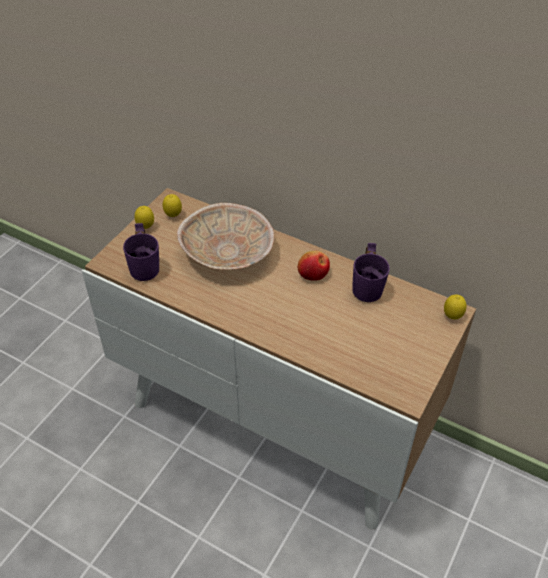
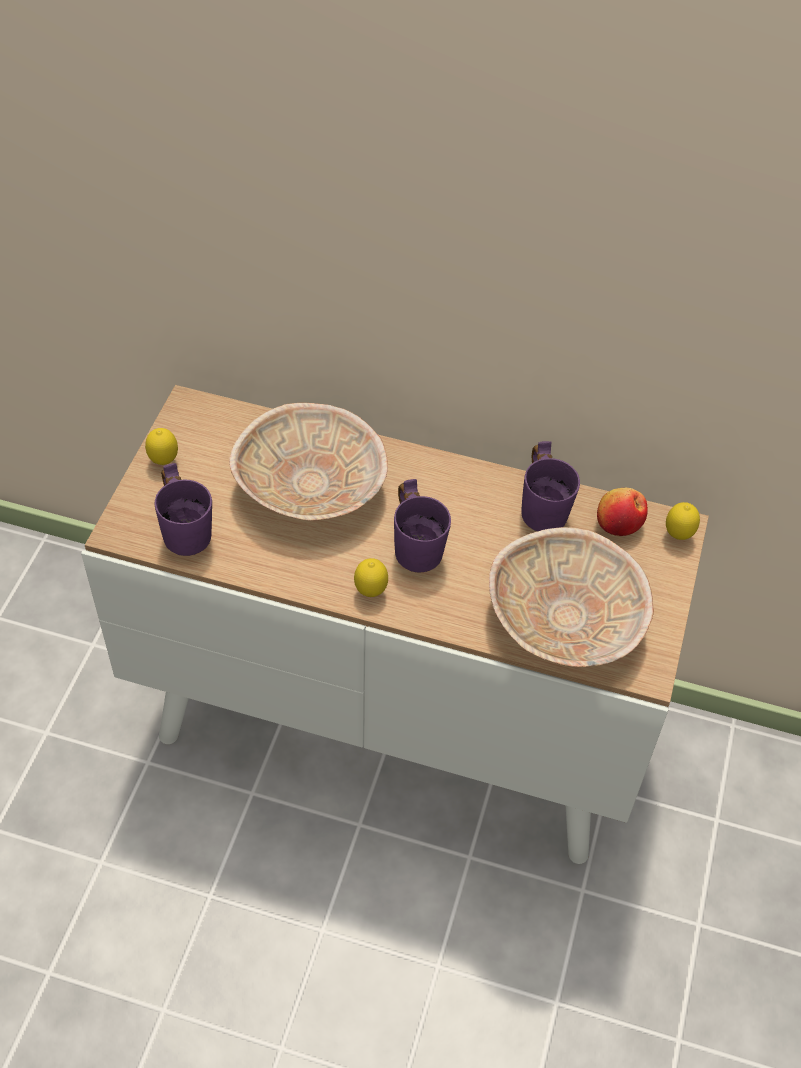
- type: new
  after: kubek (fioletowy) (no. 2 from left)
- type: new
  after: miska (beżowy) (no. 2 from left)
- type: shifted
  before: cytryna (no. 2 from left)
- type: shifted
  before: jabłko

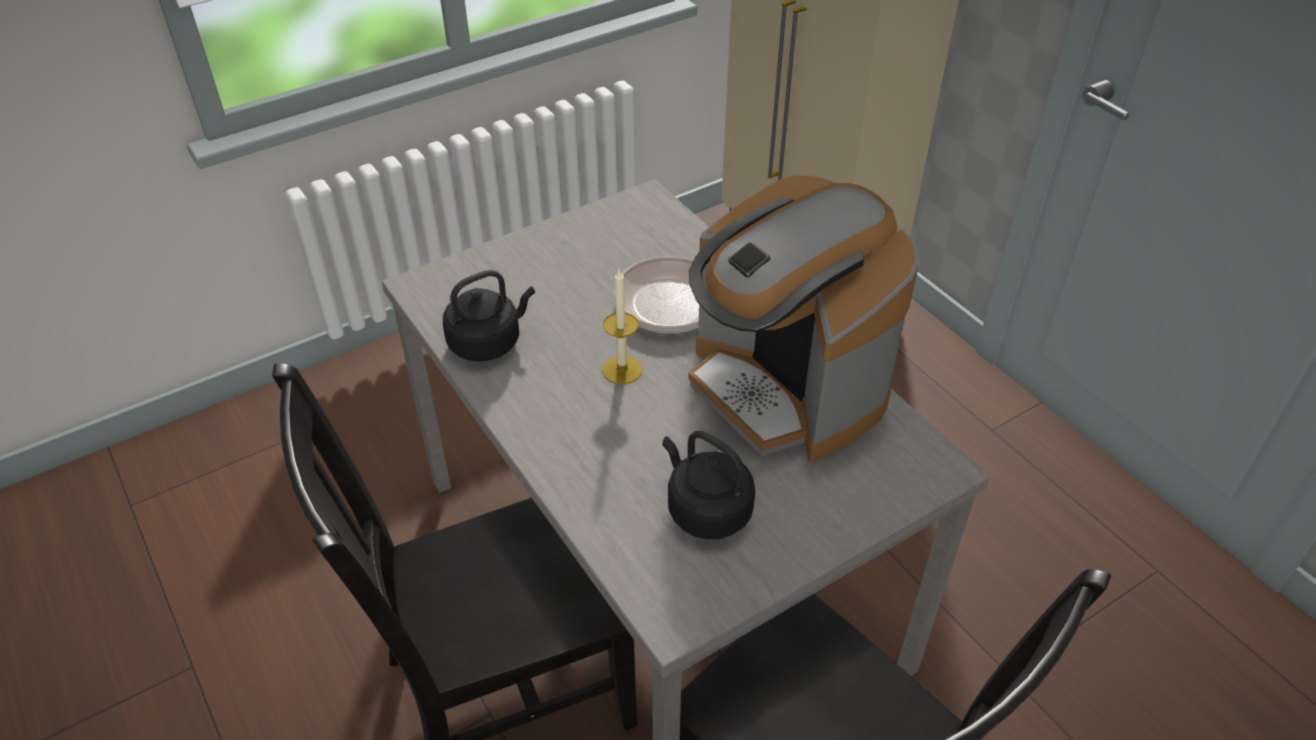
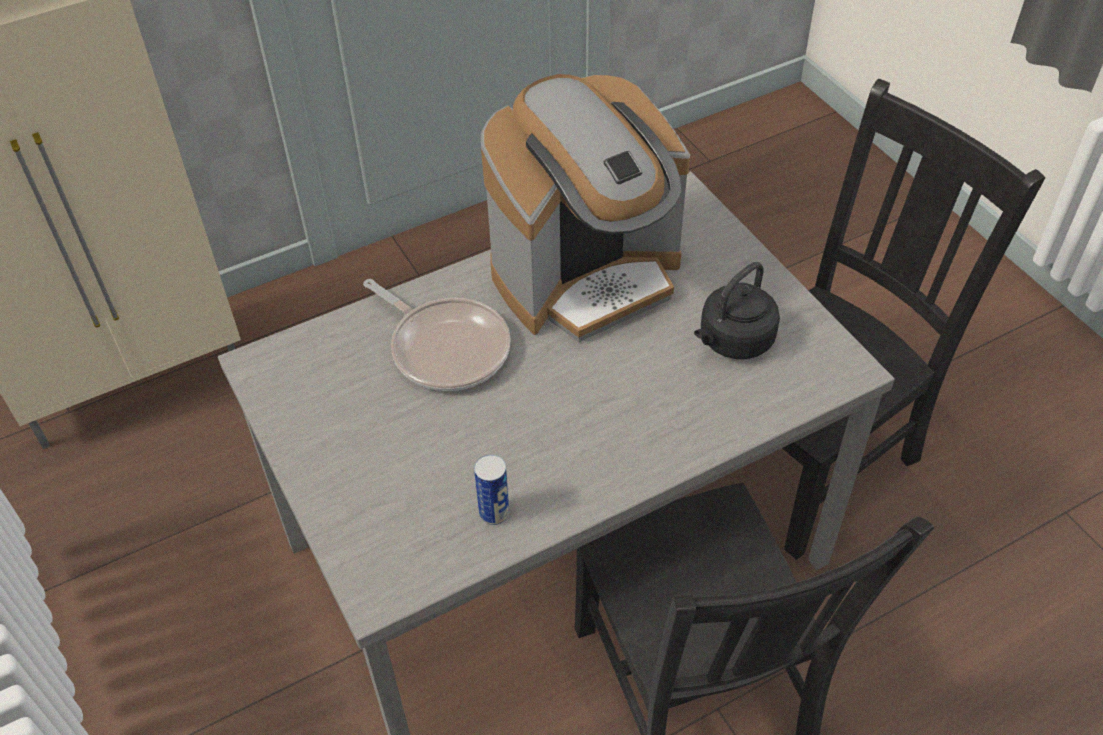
- type: gone
  before: świeca
- type: swapped
  before: czajnik (czarny) (no. 1 from left)
  after: puszka

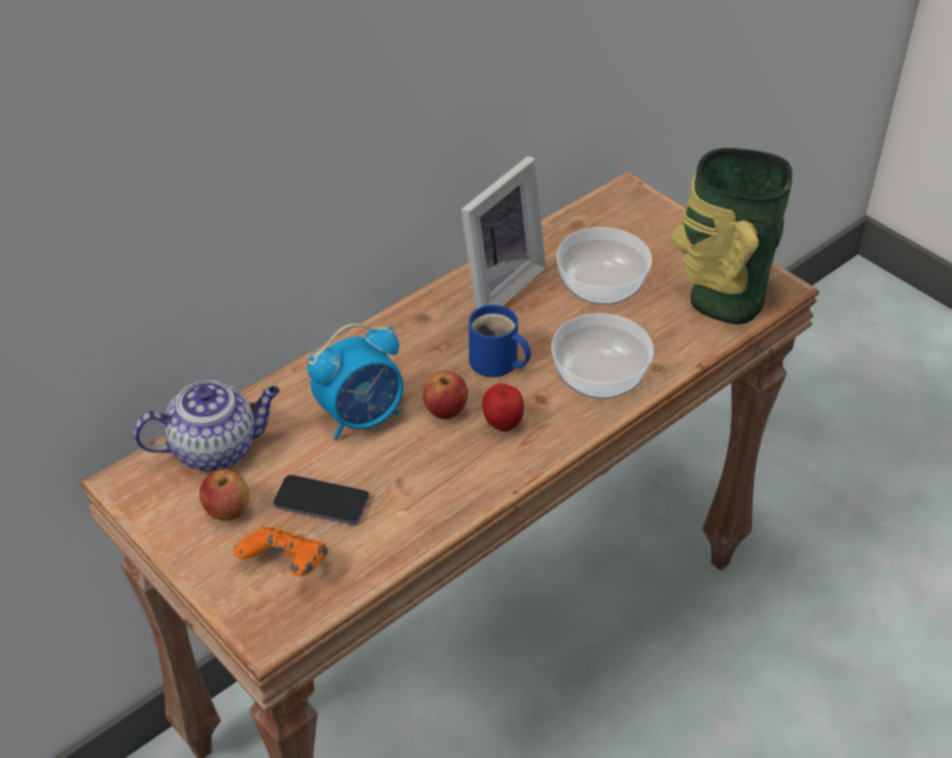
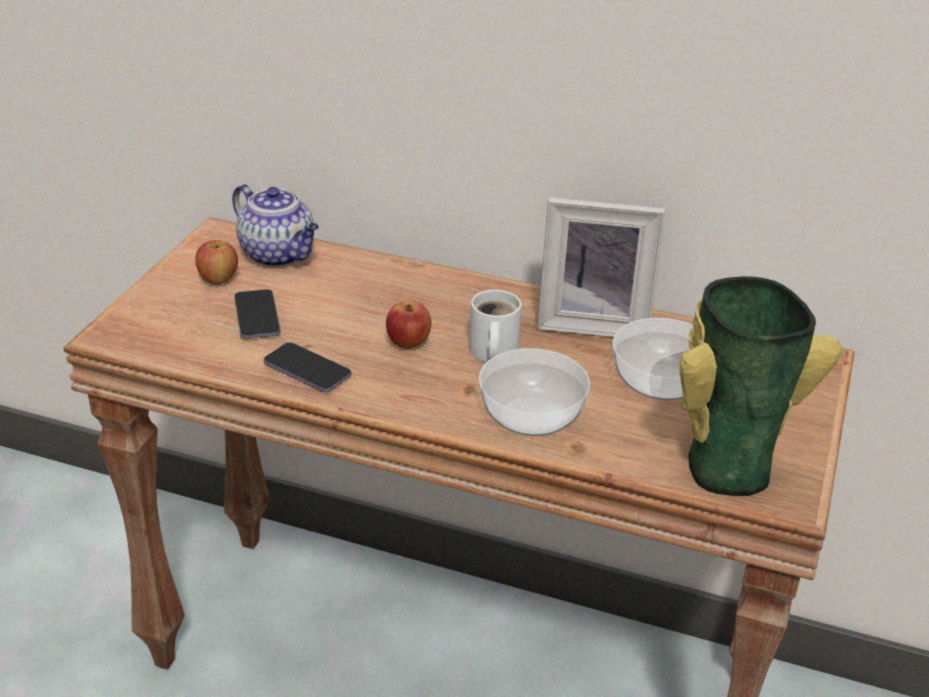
- type: gone
  before: pad do gier (pomarańczowy)
- type: gone
  before: budzik
- type: gone
  before: jabłko (no. 3 from left)
- type: new
  after: telefon (no. 2 from left)
- type: repainted
  before: kubek (niebieski)
  after: kubek (biały)

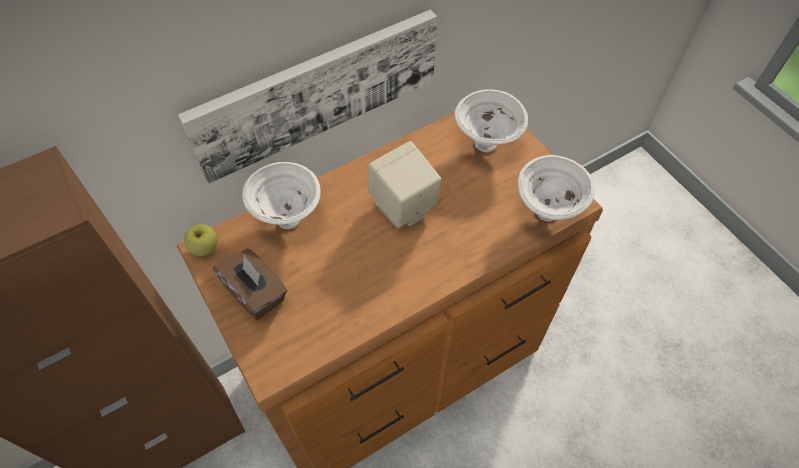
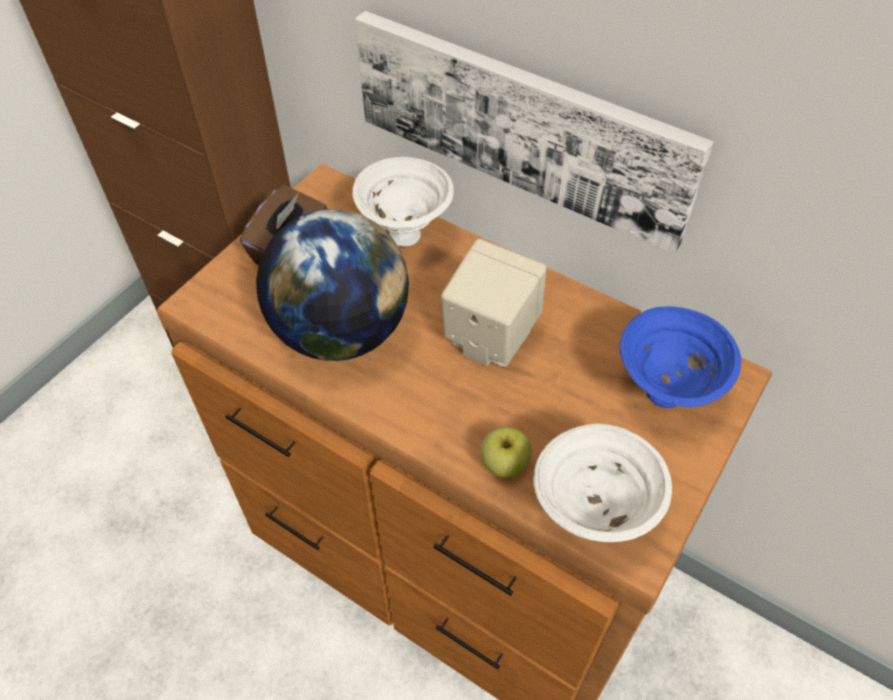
- type: new
  after: globus
- type: shifted
  before: jabłko
- type: repainted
  before: miska (biały) (no. 2 from left)
  after: miska (niebieski)

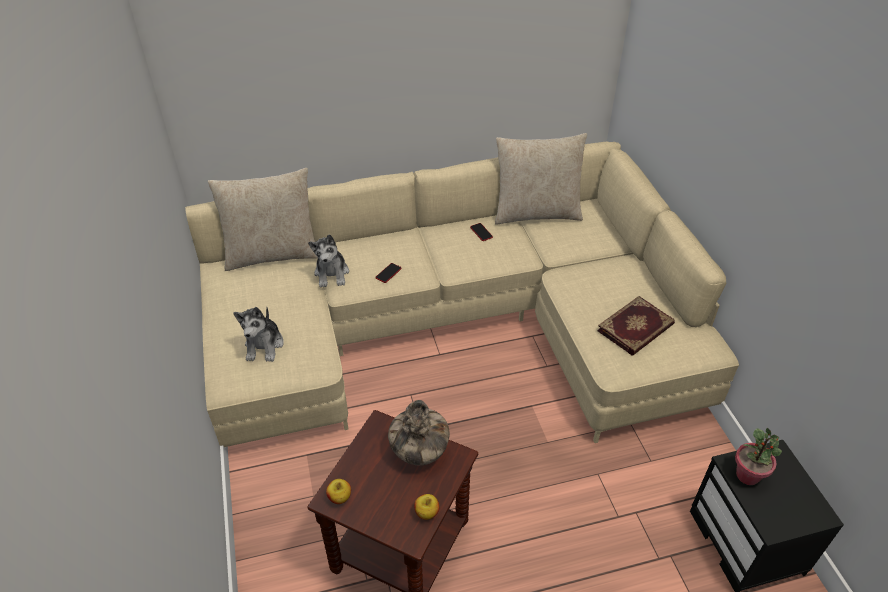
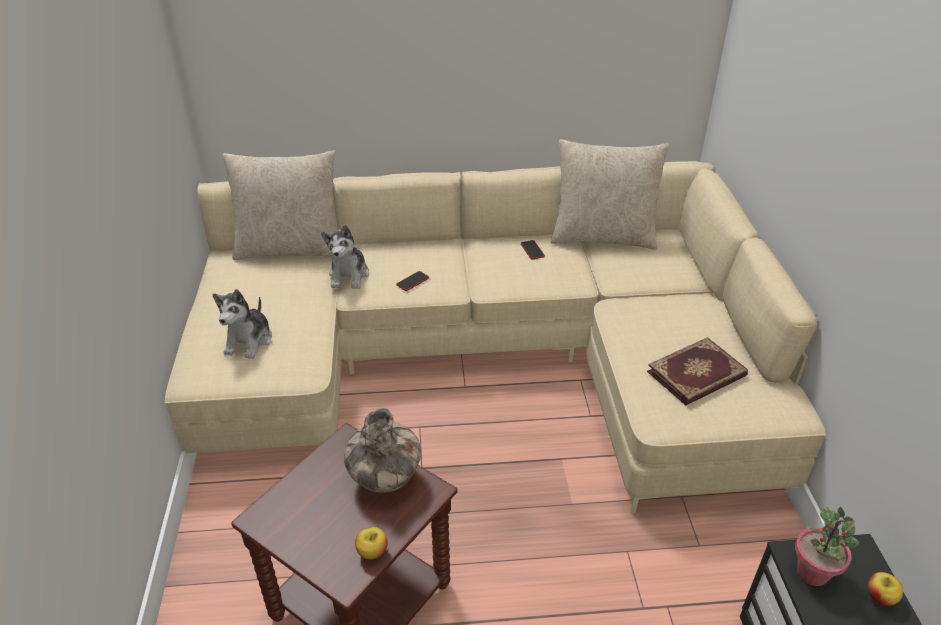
- type: shifted
  before: jabłko (no. 1 from left in the first image)
  after: jabłko (no. 2 from left)

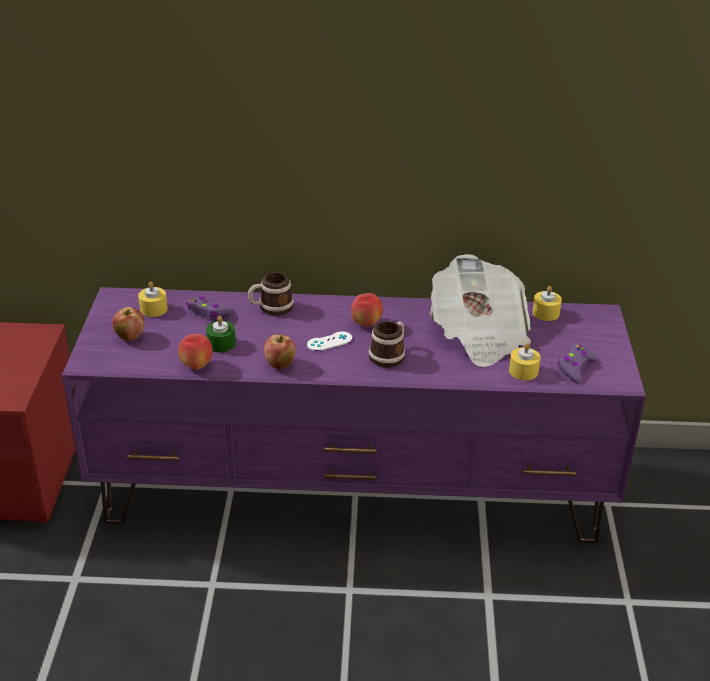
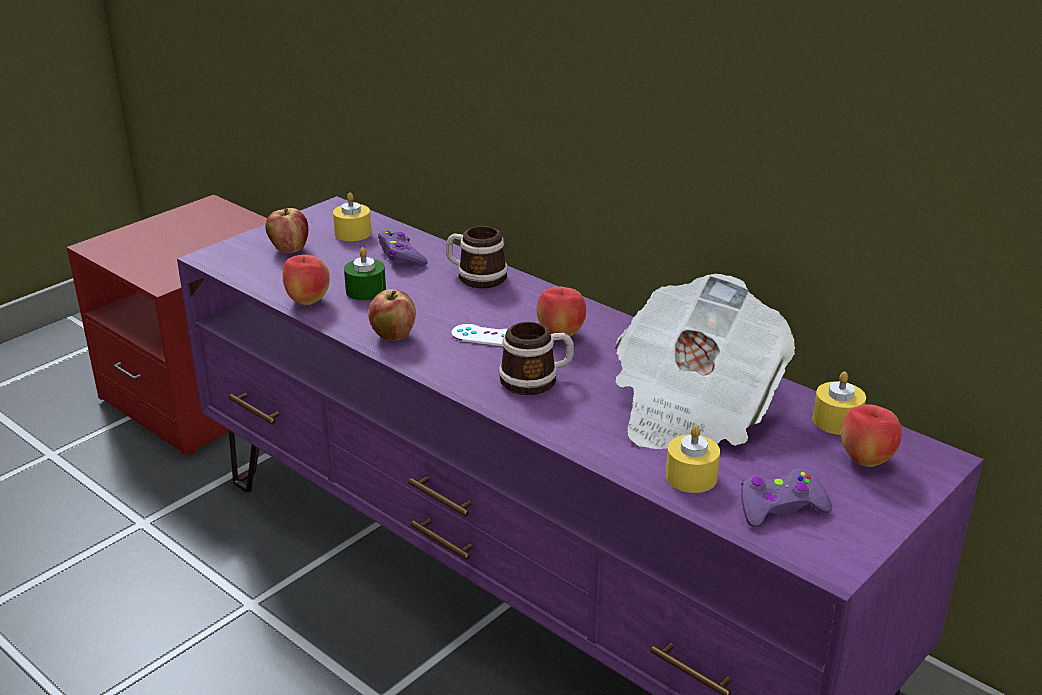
- type: new
  after: jabłko (no. 5 from left)

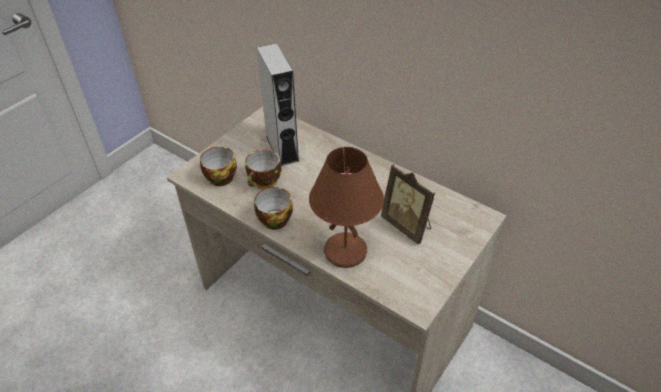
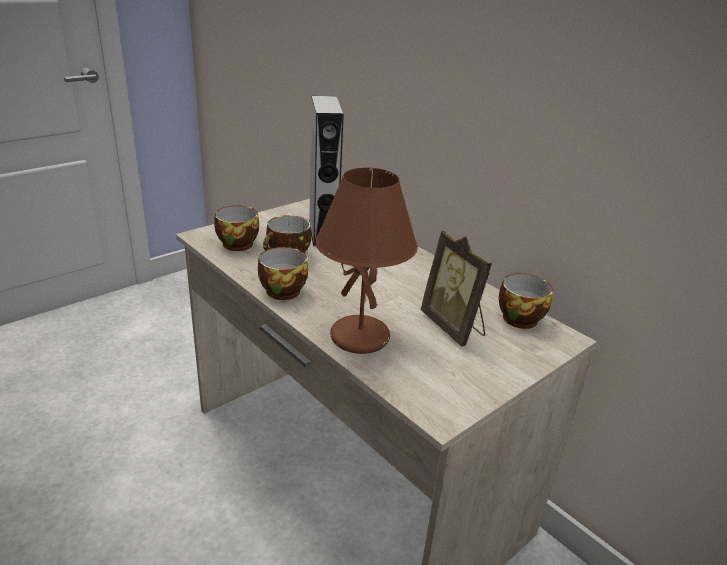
- type: new
  after: filiżanka (no. 4 from left)

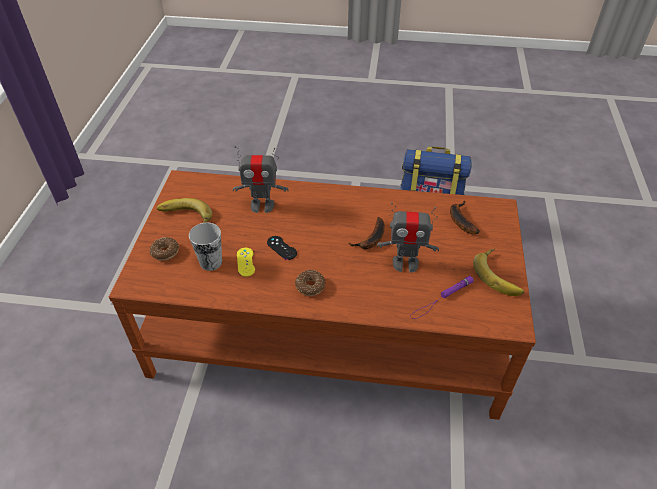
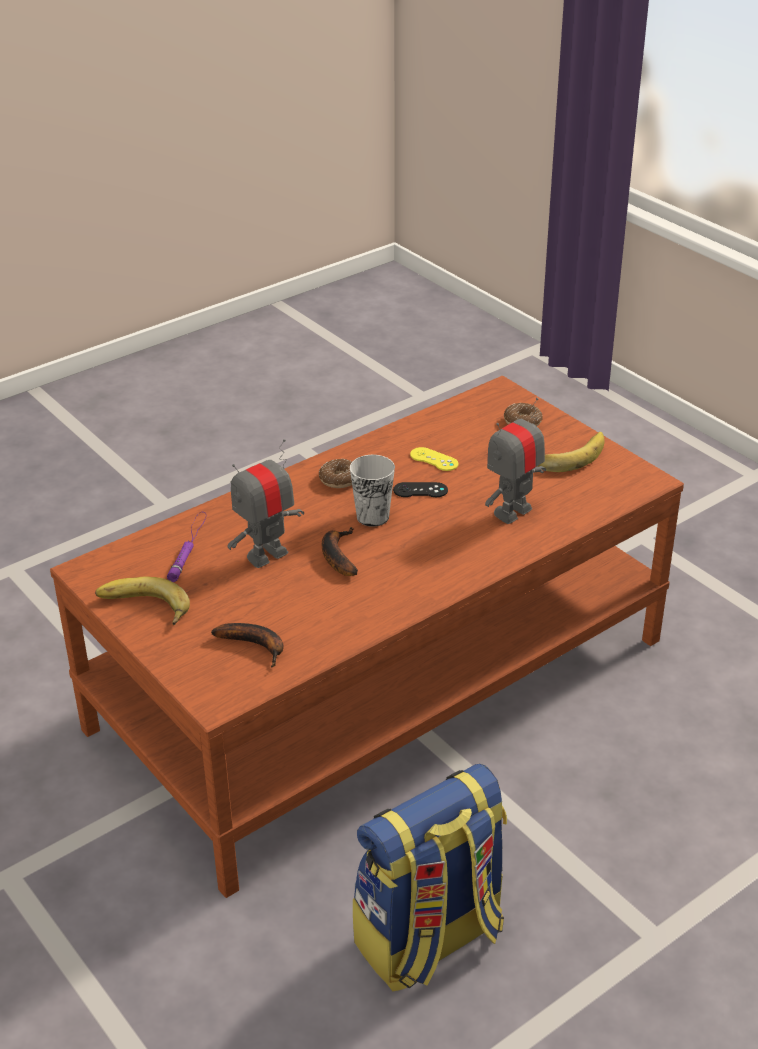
- type: shifted
  before: filiżanka

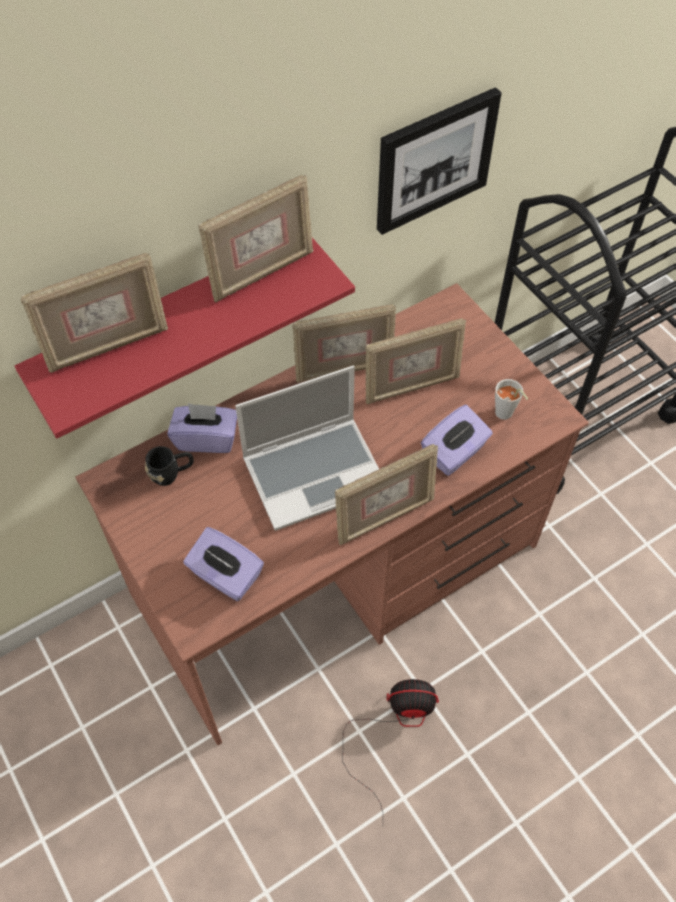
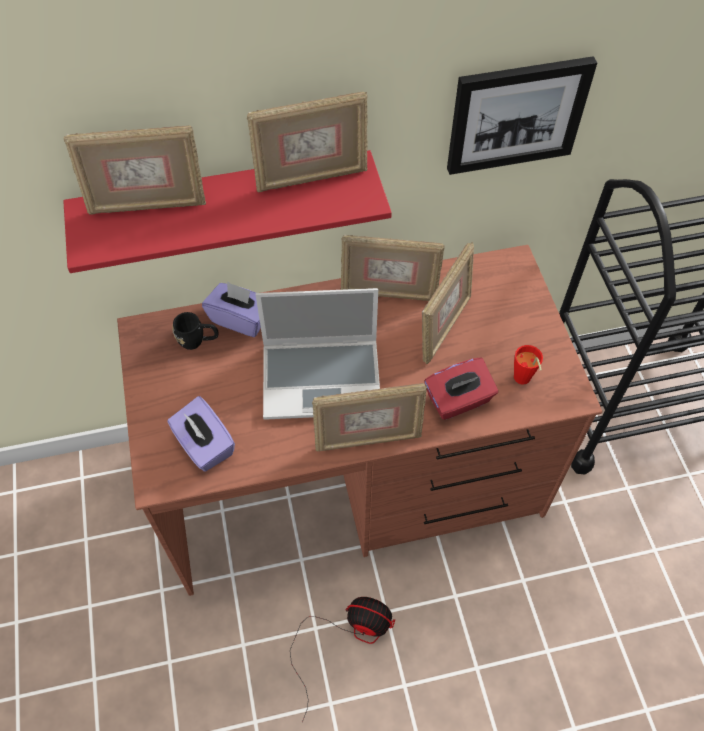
- type: repainted
  before: pudełko chusteczek (fioletowy) (no. 3 from left)
  after: pudełko chusteczek (czerwony)
- type: repainted
  before: filiżanka (szary)
  after: filiżanka (czerwony)
- type: rotated
  before: ramka na zdjęcie (no. 5 from left)
  turn: -60

